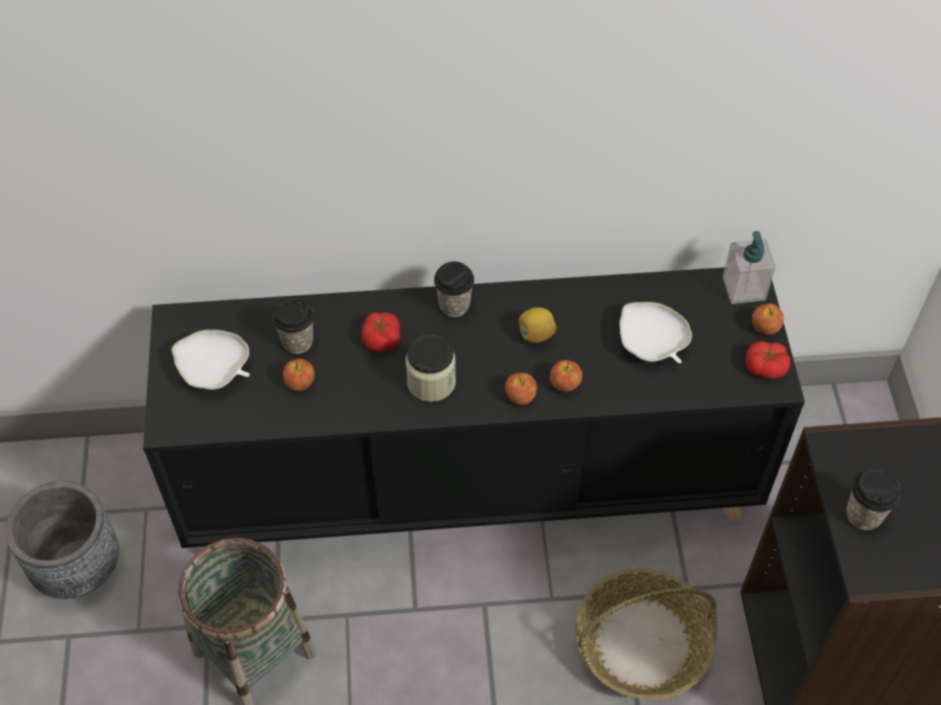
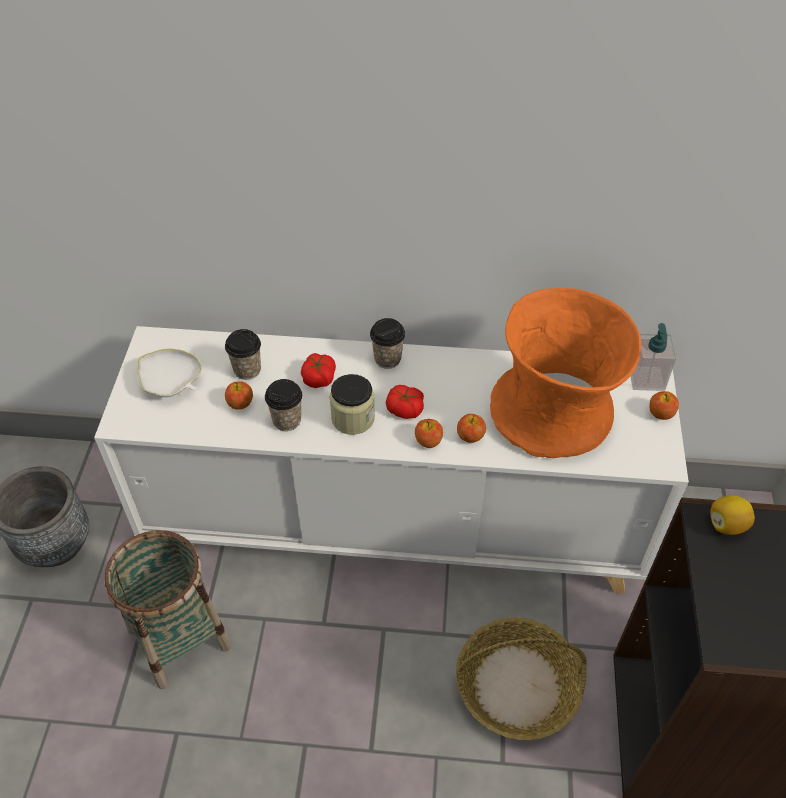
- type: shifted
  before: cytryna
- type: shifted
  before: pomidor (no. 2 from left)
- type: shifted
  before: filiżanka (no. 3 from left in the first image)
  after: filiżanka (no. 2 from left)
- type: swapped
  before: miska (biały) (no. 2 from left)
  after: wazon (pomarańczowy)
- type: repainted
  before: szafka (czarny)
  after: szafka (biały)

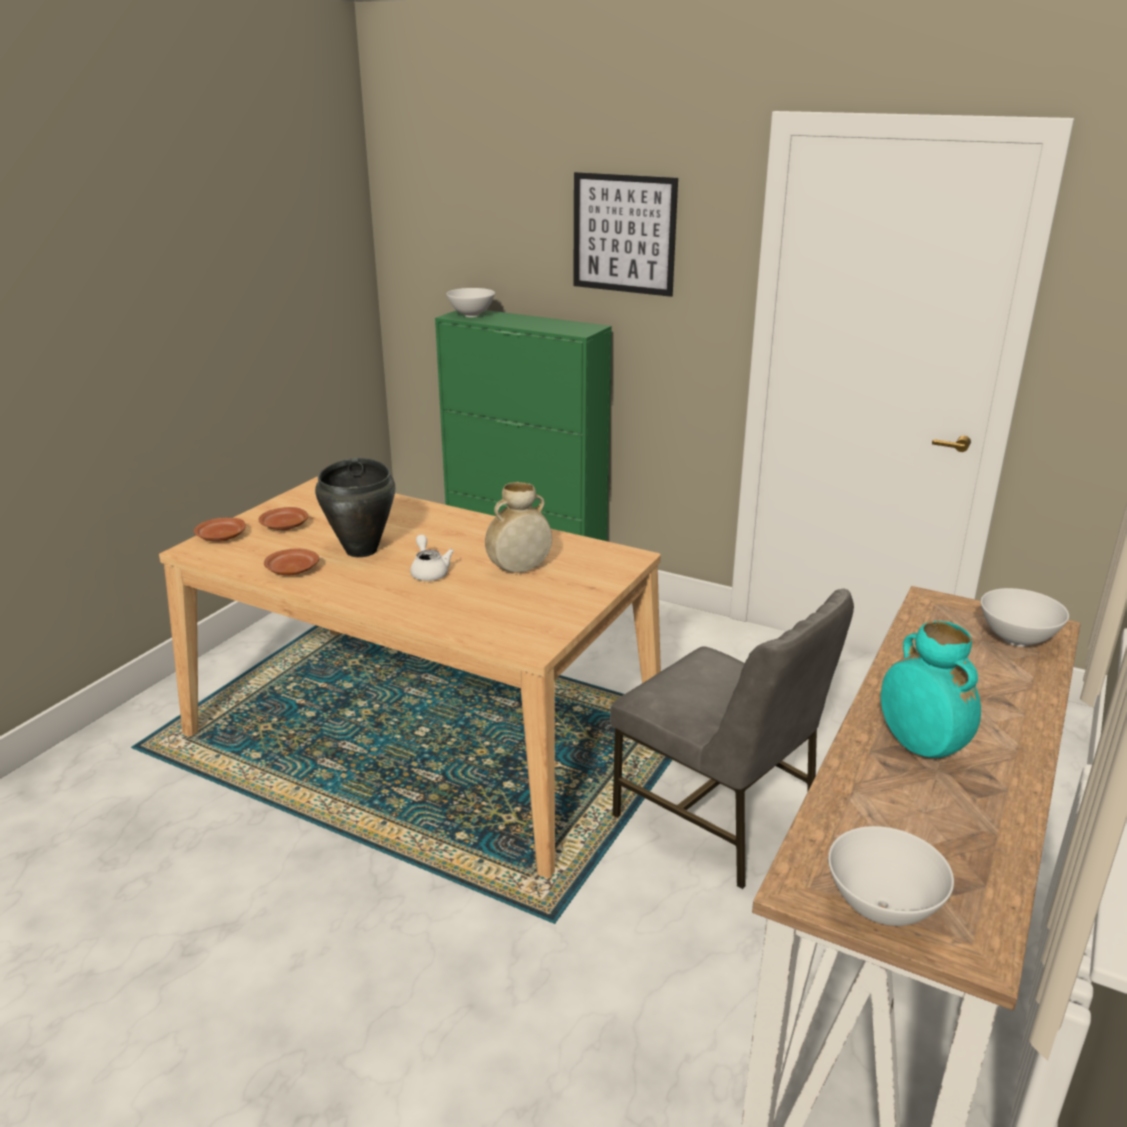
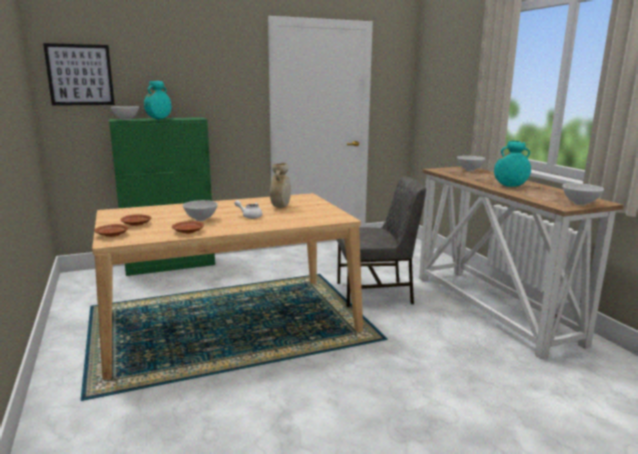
- type: new
  after: wazon (turkusowy) (no. 1 from left)
- type: shifted
  before: obraz
- type: swapped
  before: garnek (czarny)
  after: miska (biały) (no. 2 from left)

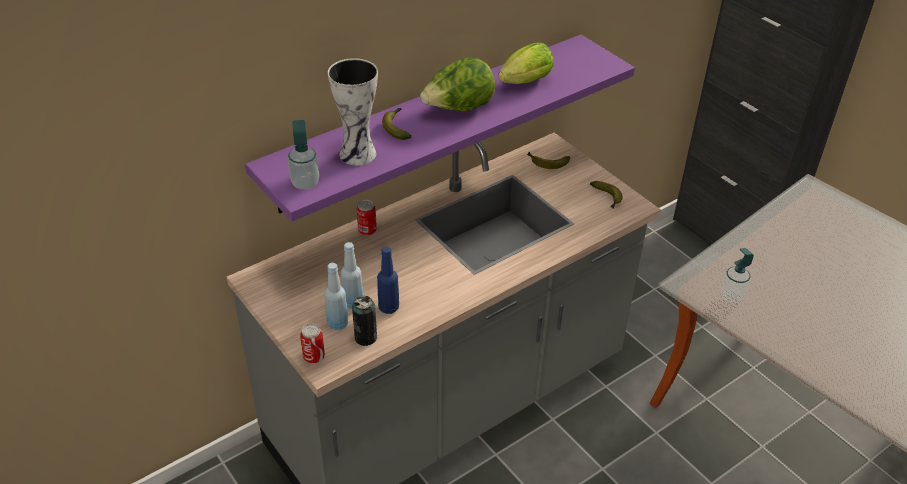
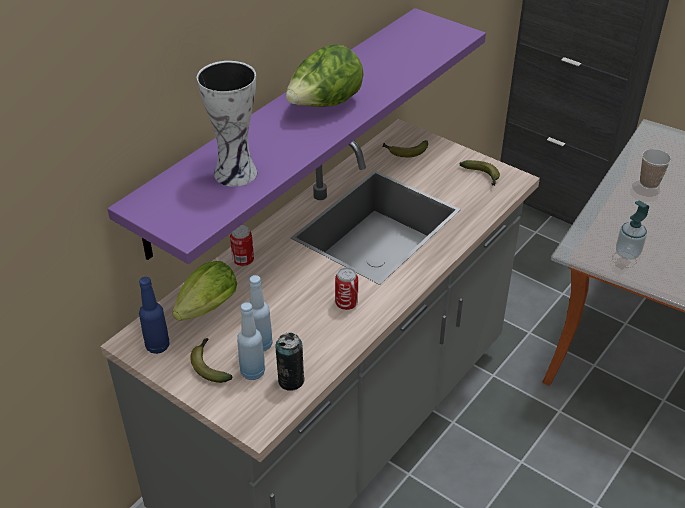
- type: gone
  before: dozownik mydła (no. 1 from left)
- type: new
  after: filiżanka
- type: shifted
  before: puszka (no. 1 from left in the first image)
  after: puszka (no. 3 from left)
- type: shifted
  before: butelka (niebieski) (no. 3 from left in the first image)
  after: butelka (niebieski) (no. 1 from left)
- type: shifted
  before: banan (no. 1 from left)
- type: shifted
  before: sałata (no. 2 from left in the first image)
  after: sałata (no. 1 from left)

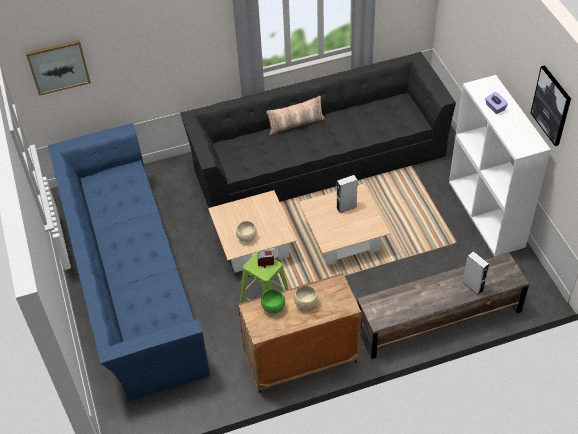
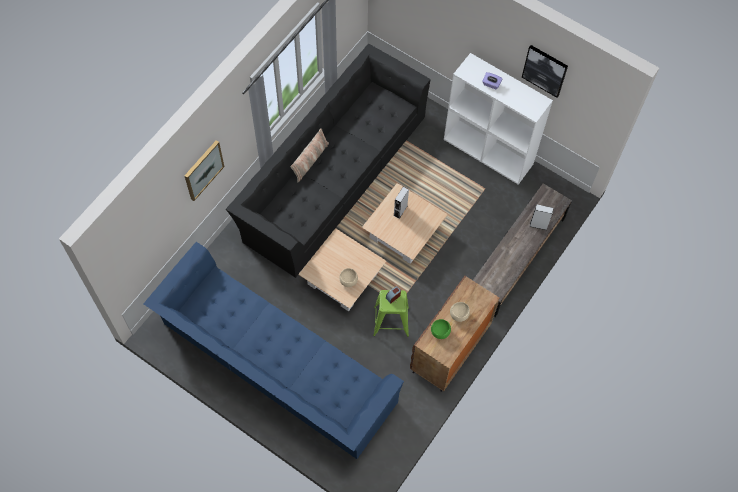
- type: shifted
  before: obraz (no. 1 from left)

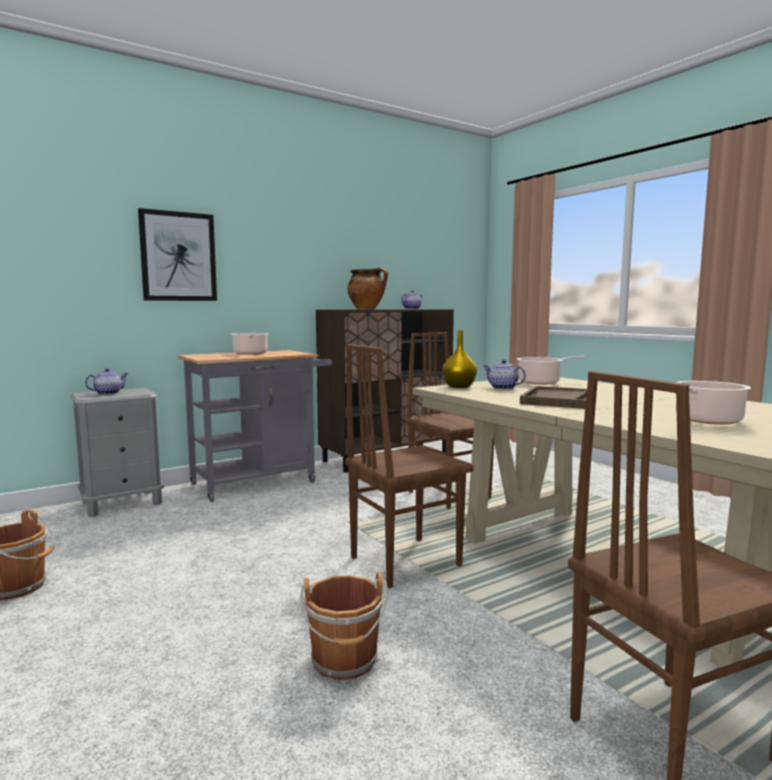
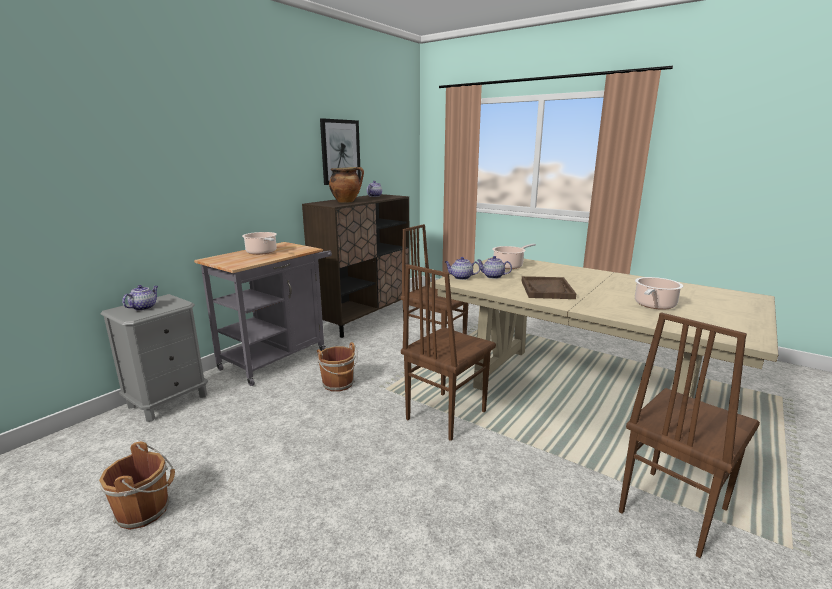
- type: shifted
  before: obraz
- type: shifted
  before: wiadro (brązowy) (no. 2 from left)
- type: swapped
  before: wazon (żółty)
  after: imbryk (no. 3 from left)

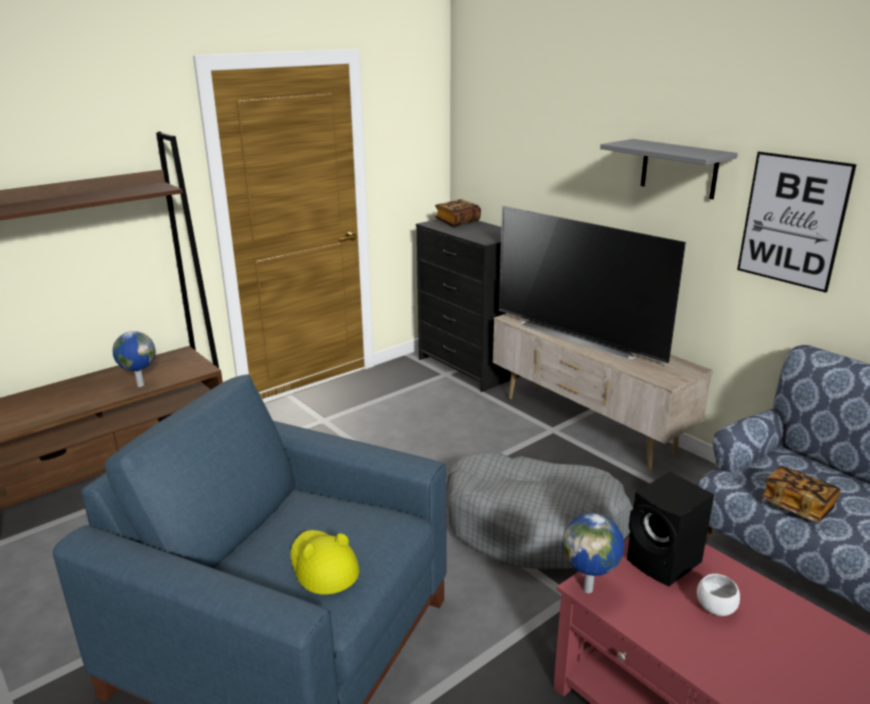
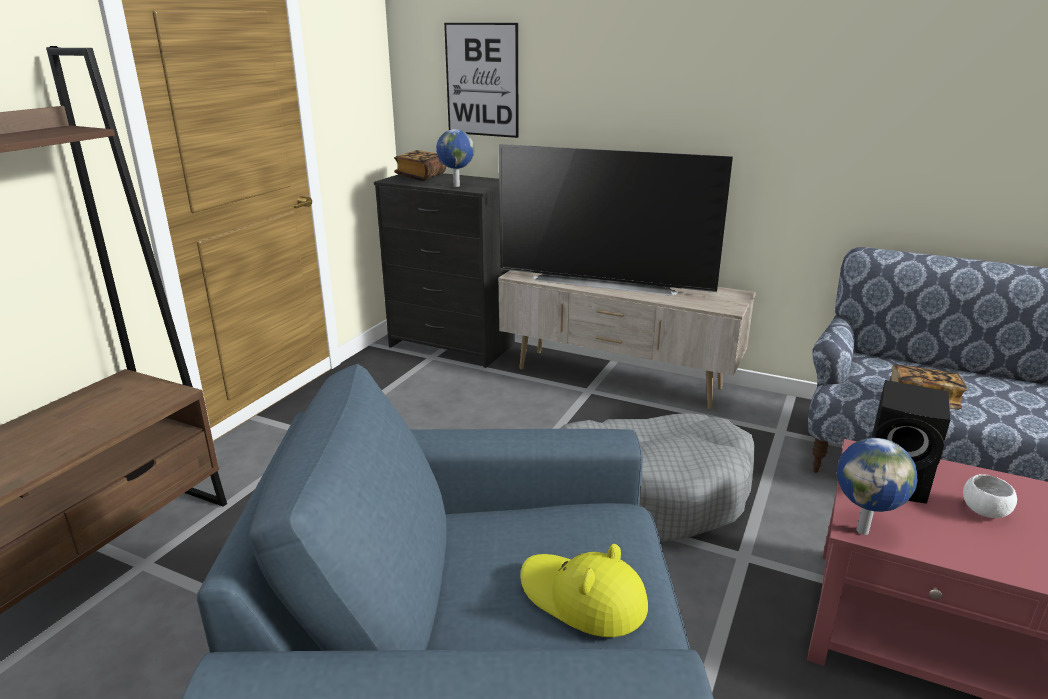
- type: gone
  before: półka (szary)
- type: shifted
  before: globus (no. 1 from left)
- type: shifted
  before: obraz

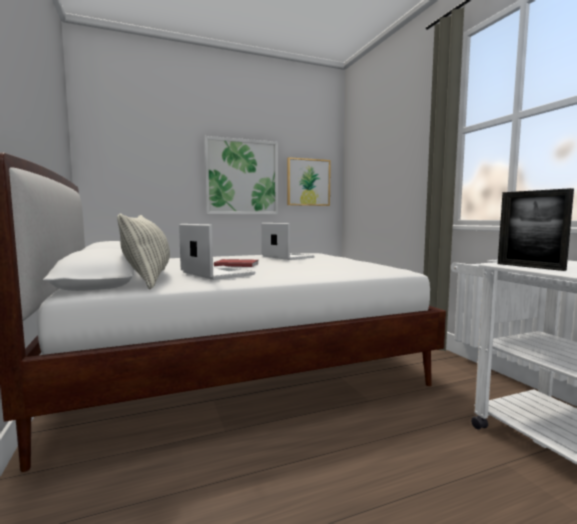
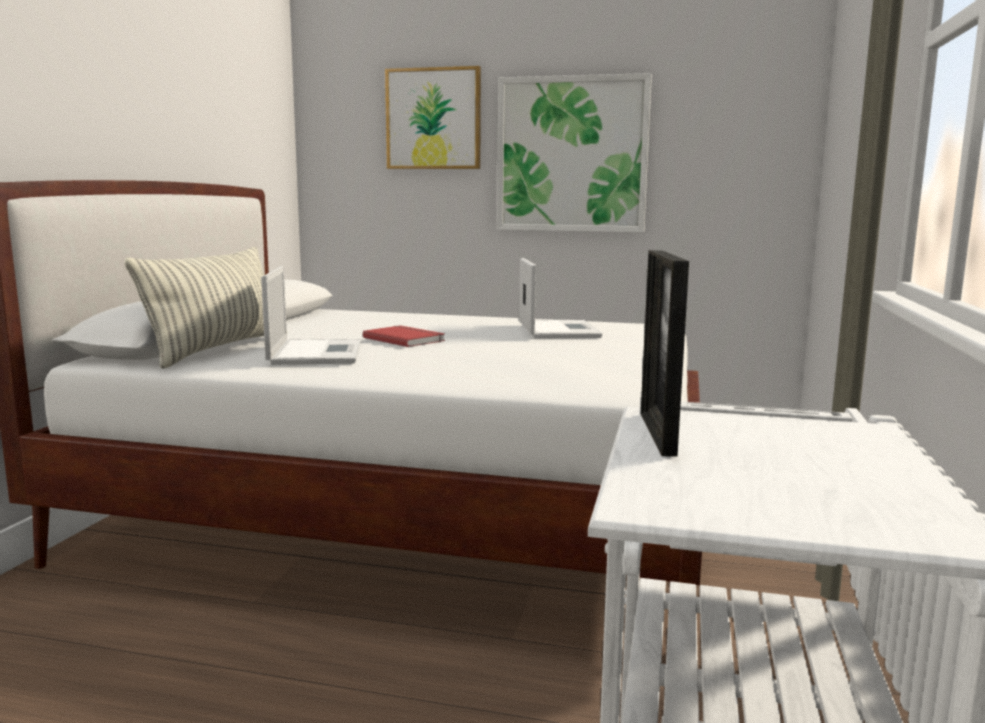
- type: shifted
  before: obraz (no. 2 from left in the first image)
  after: obraz (no. 1 from left)

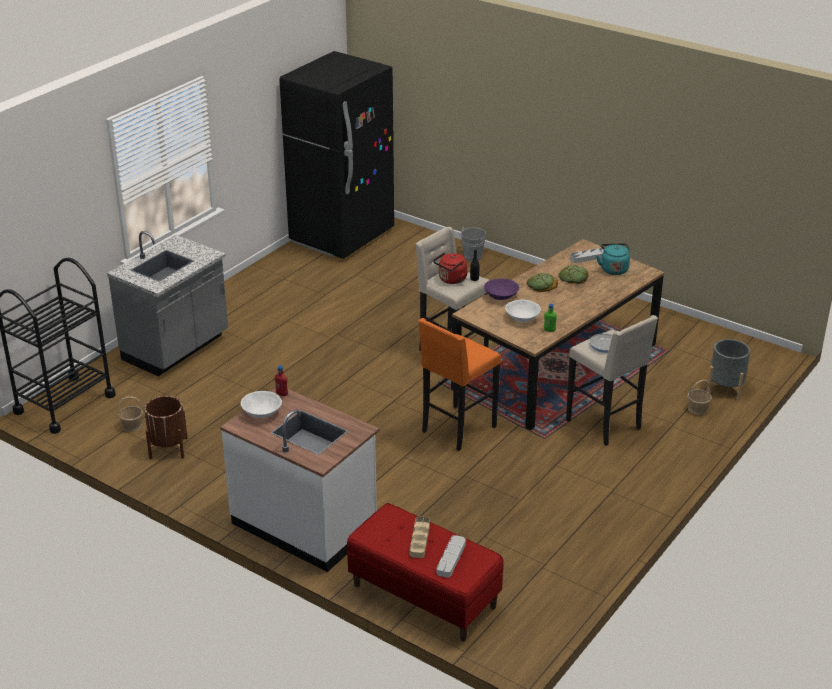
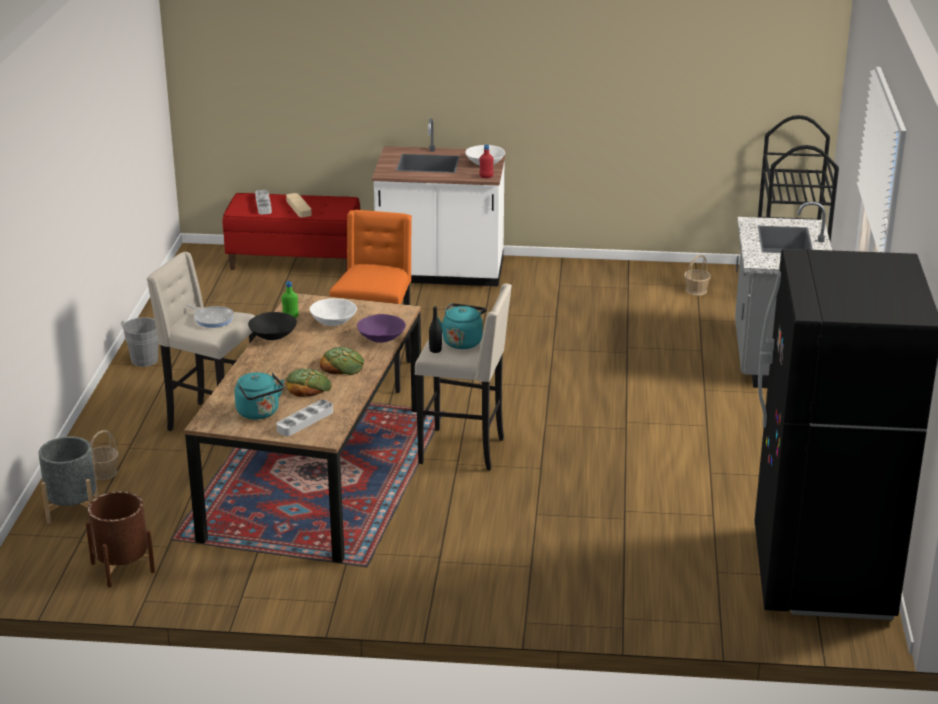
- type: new
  after: miska (czarny)
- type: shifted
  before: donica (brązowy)
- type: shifted
  before: wiadro (szary)
- type: repainted
  before: czajnik (czerwony)
  after: czajnik (turkusowy) (no. 2 from left)

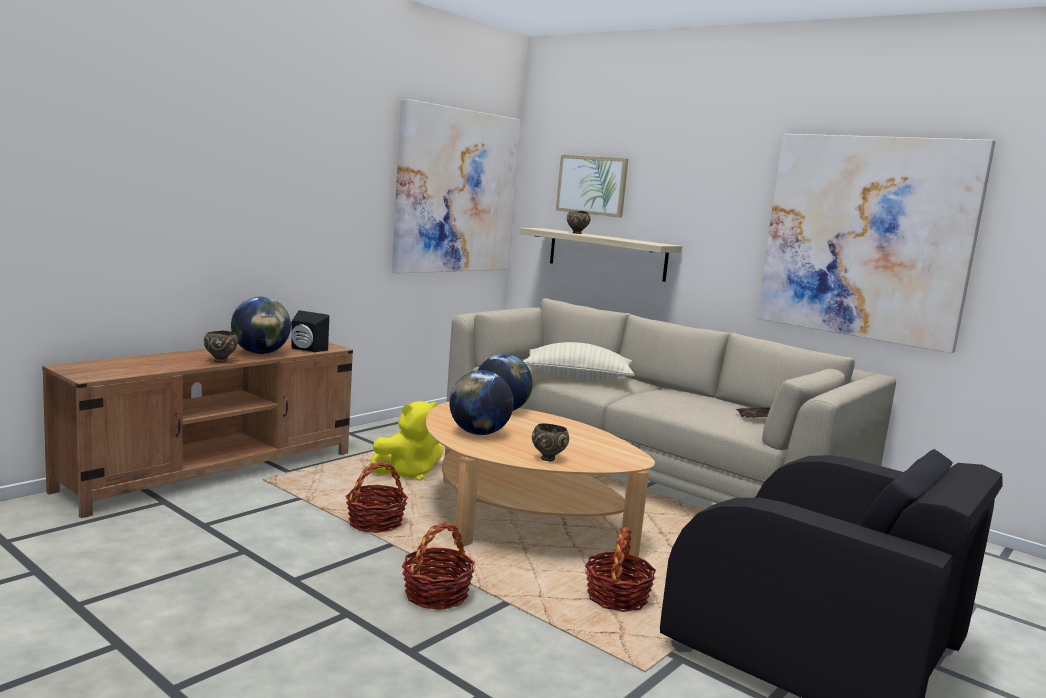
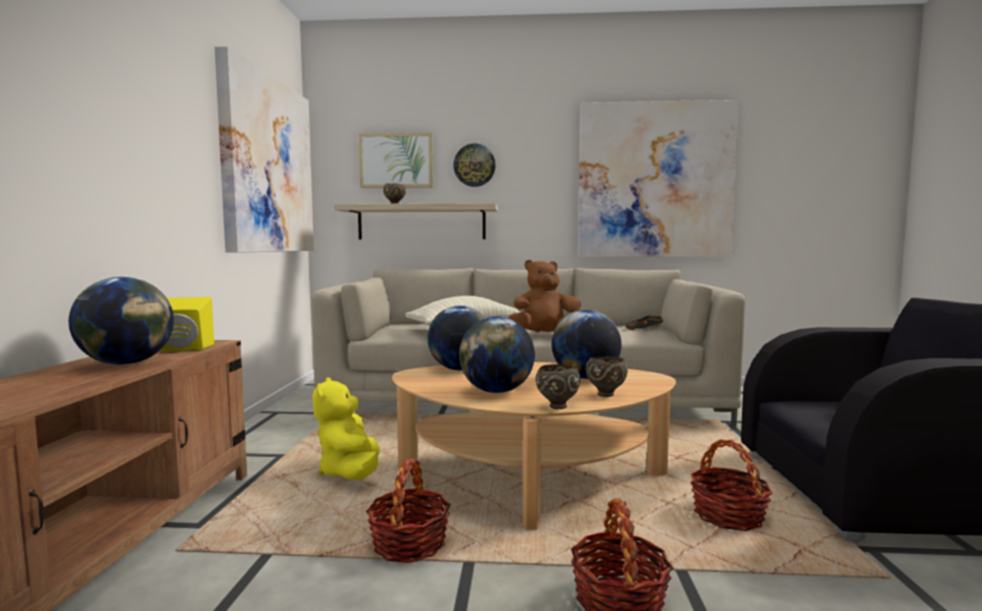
- type: new
  after: zegar ścienny
- type: new
  after: pluszak (brązowy)
- type: new
  after: globus (no. 4 from left)
- type: shifted
  before: miska (brązowy) (no. 1 from left in the first image)
  after: miska (brązowy) (no. 2 from left)
- type: repainted
  before: głośnik (czarny)
  after: głośnik (żółty)
- type: rotated
  before: pluszak (żółty)
  turn: 150

